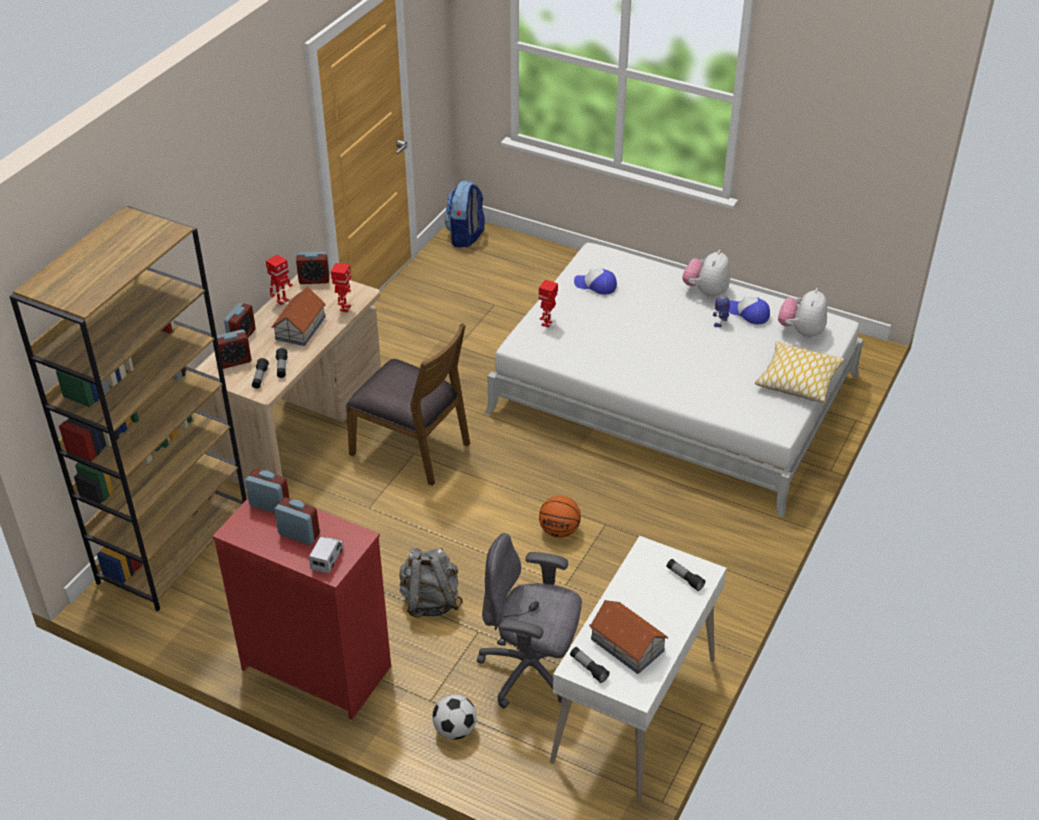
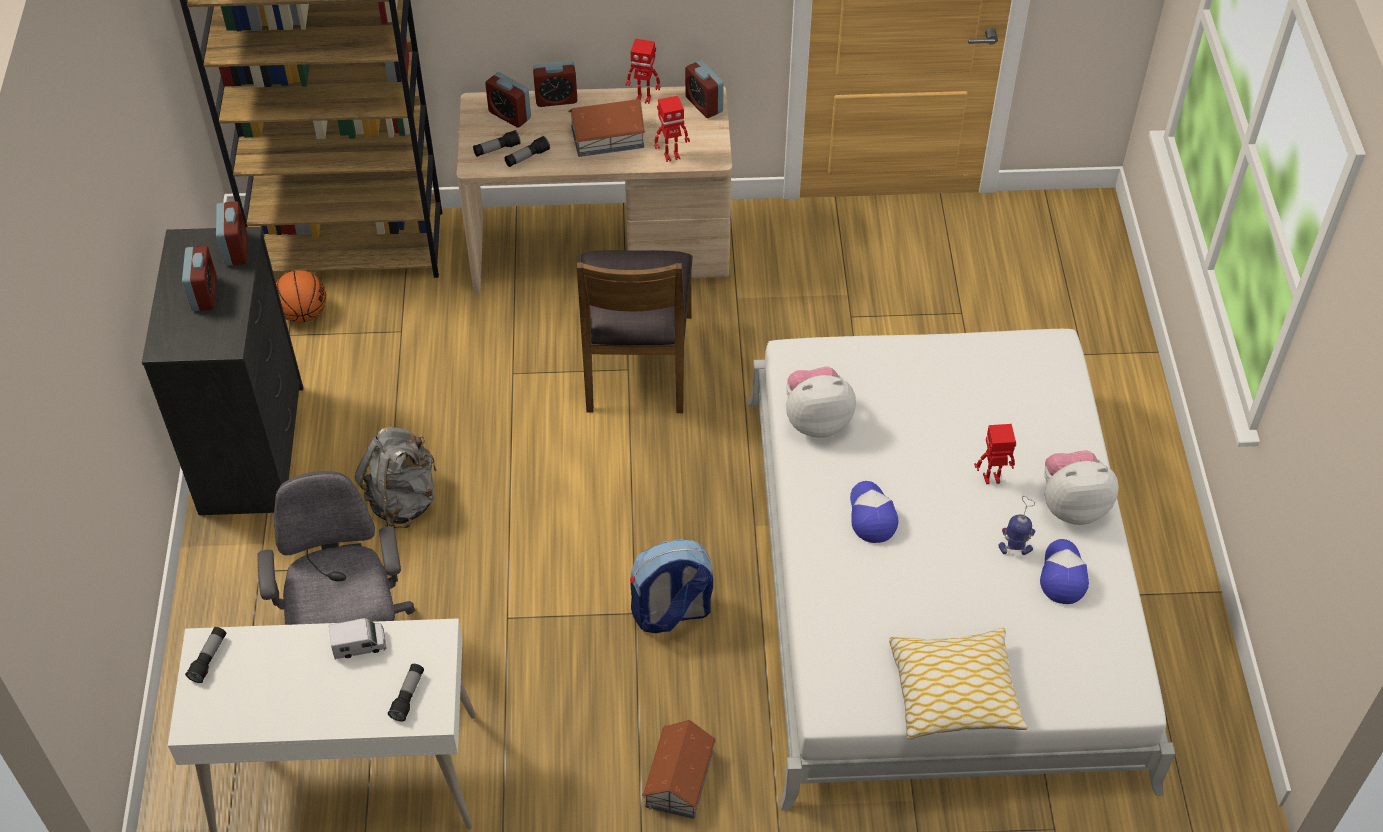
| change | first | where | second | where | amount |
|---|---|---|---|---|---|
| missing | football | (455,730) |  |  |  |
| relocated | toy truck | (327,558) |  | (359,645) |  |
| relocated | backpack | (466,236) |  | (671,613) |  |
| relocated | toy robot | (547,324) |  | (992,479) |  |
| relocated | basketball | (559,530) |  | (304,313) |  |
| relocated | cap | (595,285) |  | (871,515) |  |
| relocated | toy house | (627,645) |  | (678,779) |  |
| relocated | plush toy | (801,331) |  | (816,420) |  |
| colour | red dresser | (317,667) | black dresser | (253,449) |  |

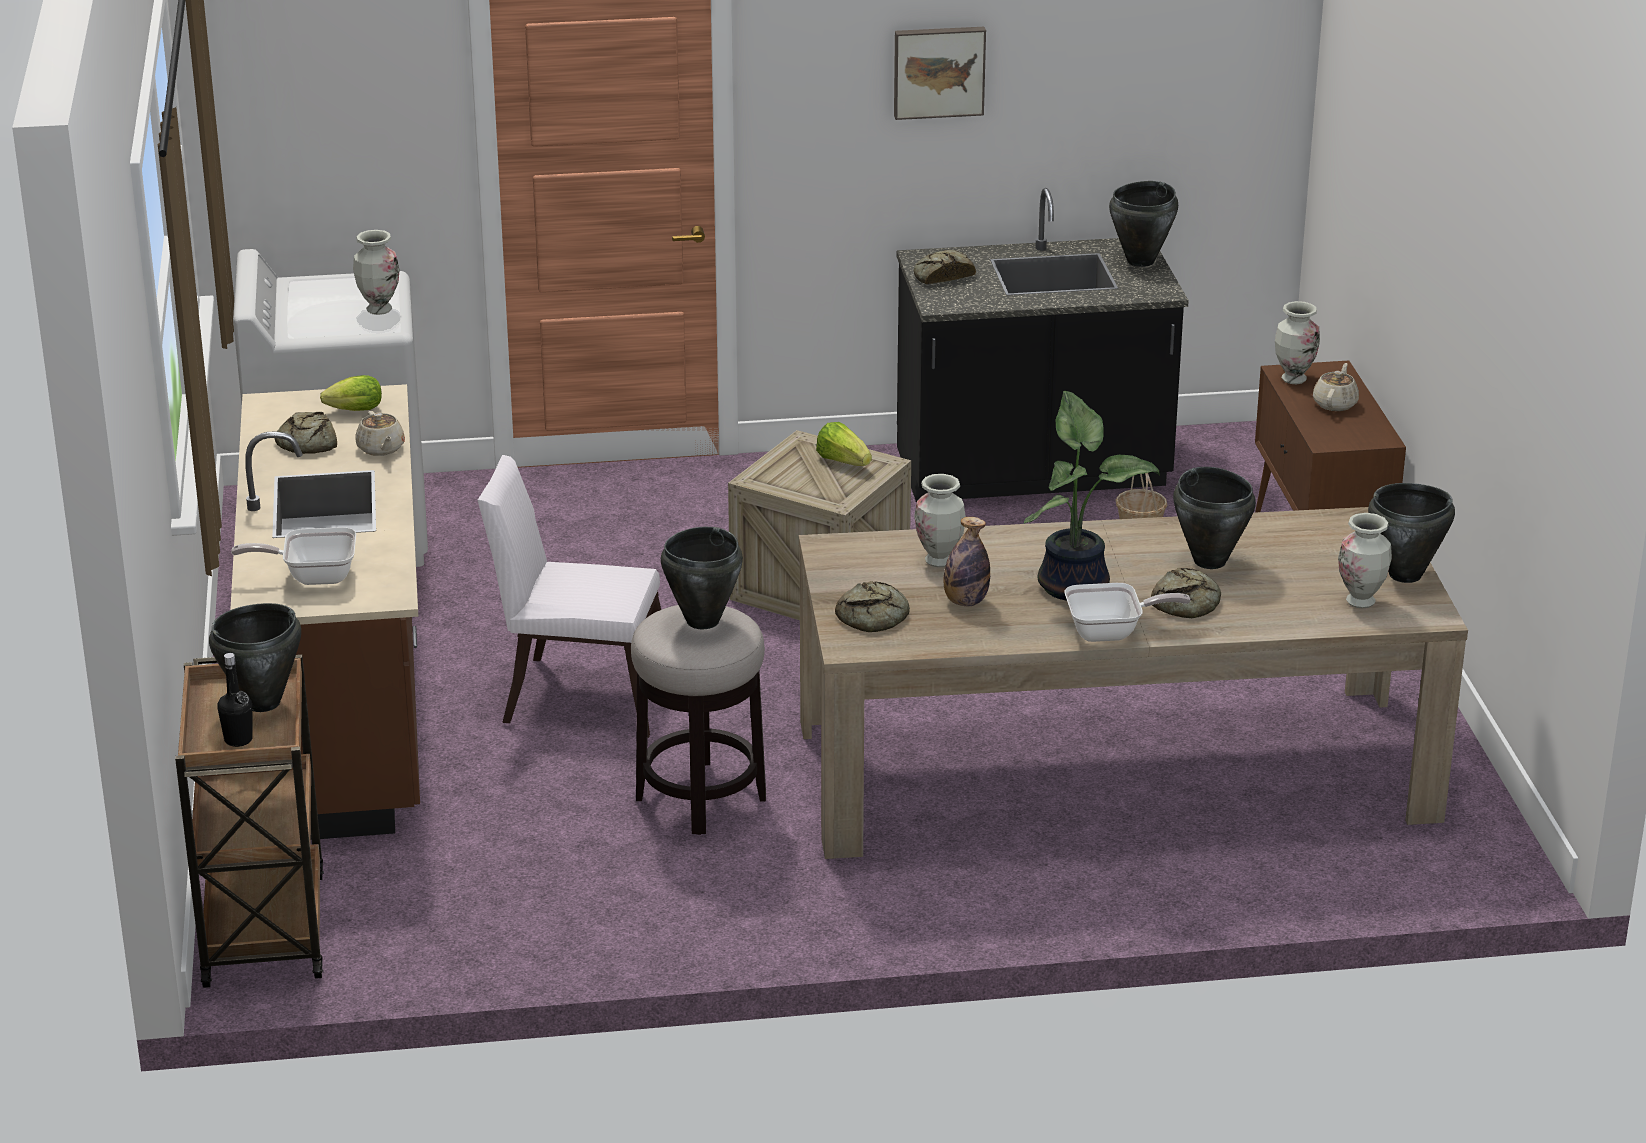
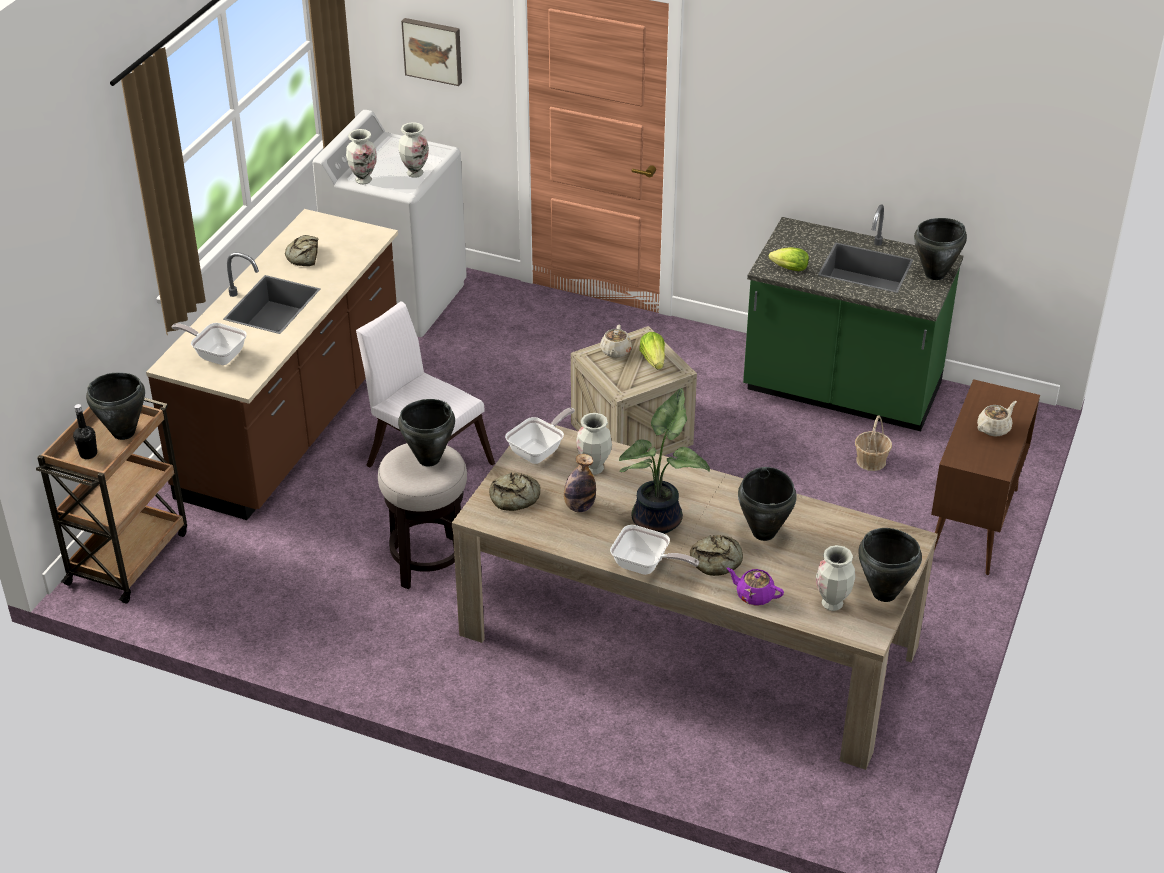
| change | first | where | second | where | amount |
|---|---|---|---|---|---|
| missing | bread | (941,275) |  |  |  |
| appeared |  |  | frying pan | (539,451) |  |
| appeared |  |  | purple teapot | (754,595) |  |
| relocated | lettuce | (352,411) |  | (787,268) |  |
| relocated | beige teapot | (381,449) |  | (615,351) |  |
| relocated | picture | (938,71) |  | (433,50) |  |
| relocated | vase | (1293,379) |  | (363,180) |  |
| colour | black counter | (1032,472) | green counter | (841,391) |  |

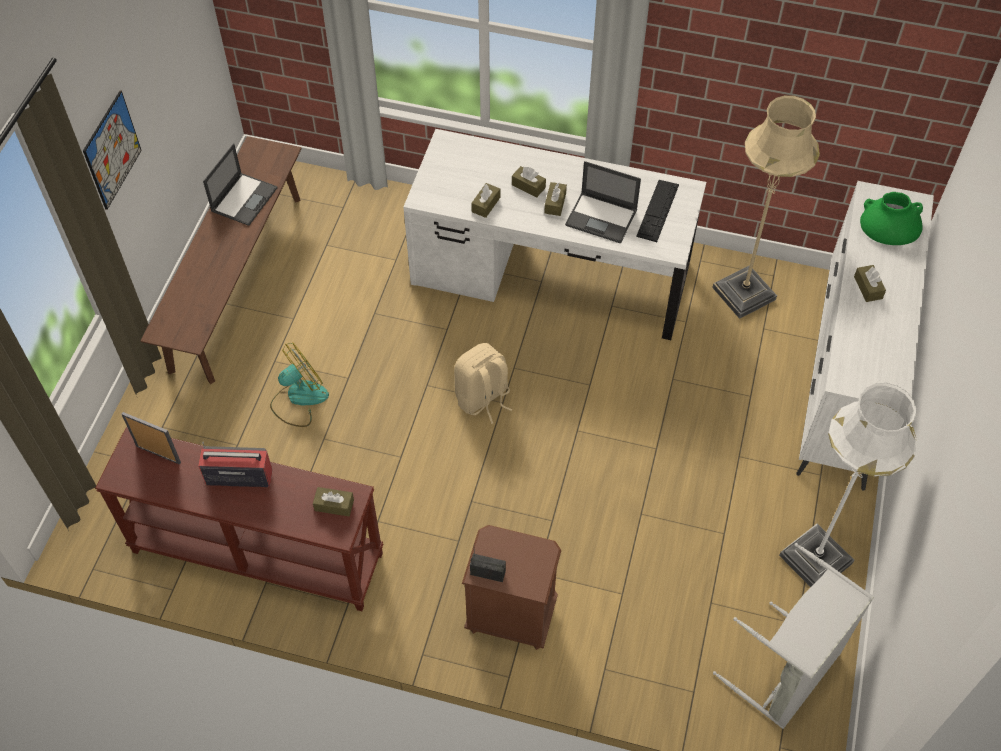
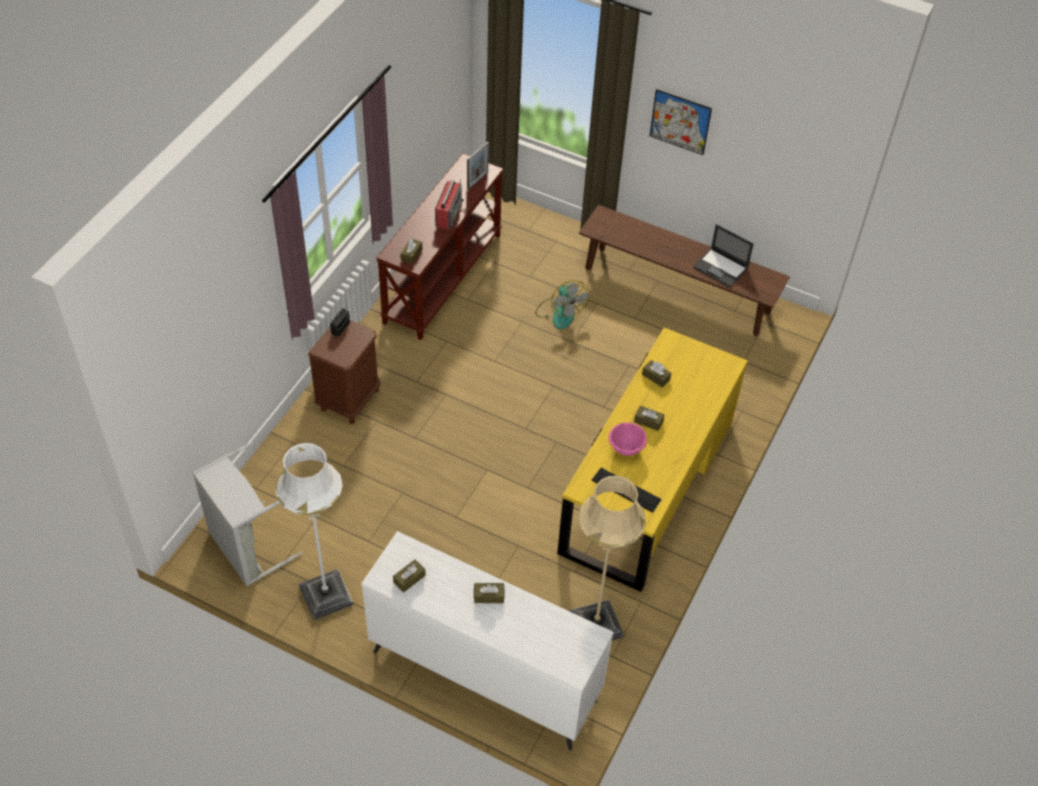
| change | first | where | second | where | amount |
|---|---|---|---|---|---|
| missing | beige backpack | (483,399) |  |  |  |
| missing | green vase | (890,224) |  |  |  |
| relocated | brown tissue box | (528,186) |  | (409,579) |  |
| exchanged | laptop | (602,218) | pink bowl | (626,449) |  |
| colour | white desk | (551,273) | yellow desk | (647,486) |  |

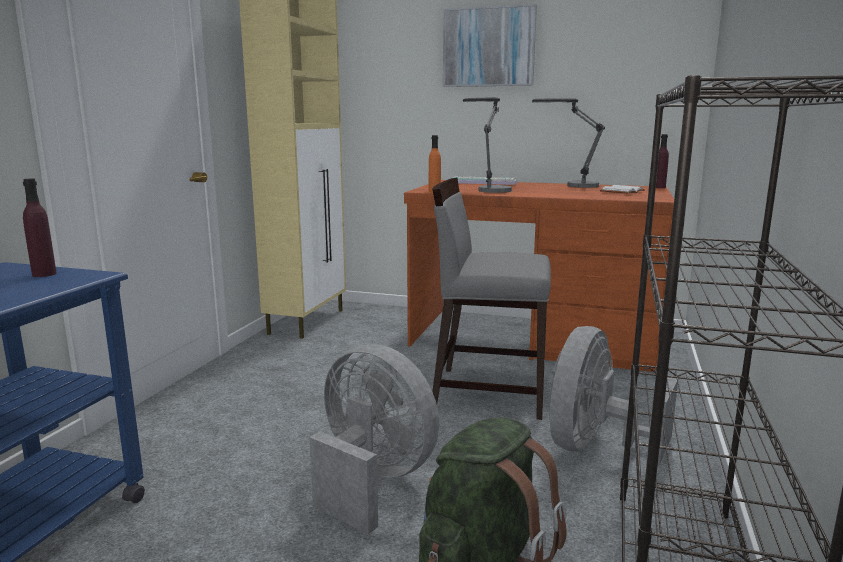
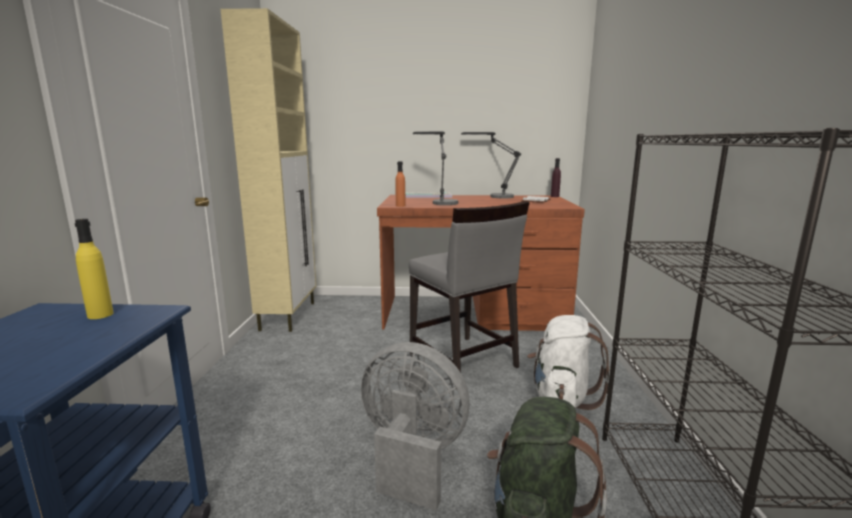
| change | first | where | second | where | amount |
|---|---|---|---|---|---|
| missing | picture | (488,47) |  |  |  |
| exchanged | grey fan | (594,446) | white backpack | (562,397) |  |
| colour | purple bottle | (44,274) | yellow bottle | (100,315) |  |
| spun | grey chair | (488,391) |  | (463,361) | 120 degrees counterclockwise |

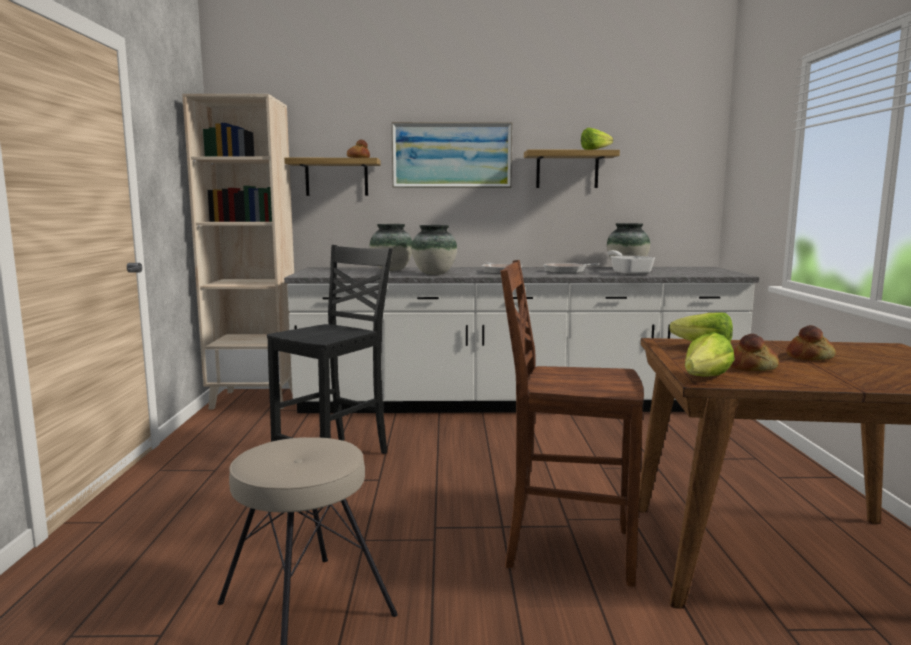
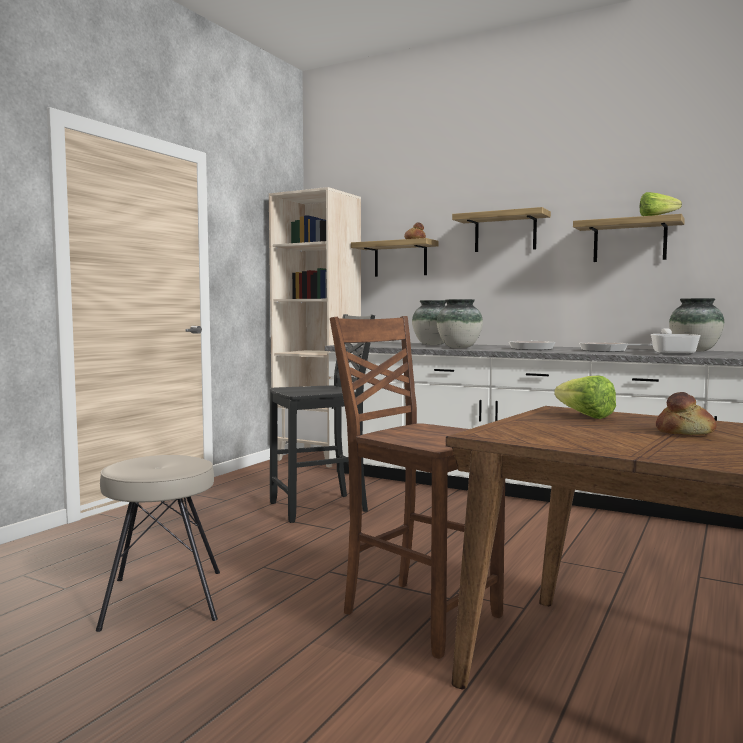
| change | first | where | second | where | amount |
|---|---|---|---|---|---|
| missing | lettuce | (700,380) |  |  |  |
| missing | bread | (752,368) |  |  |  |
| exchanged | picture | (451,155) | shelf | (505,232) |  |

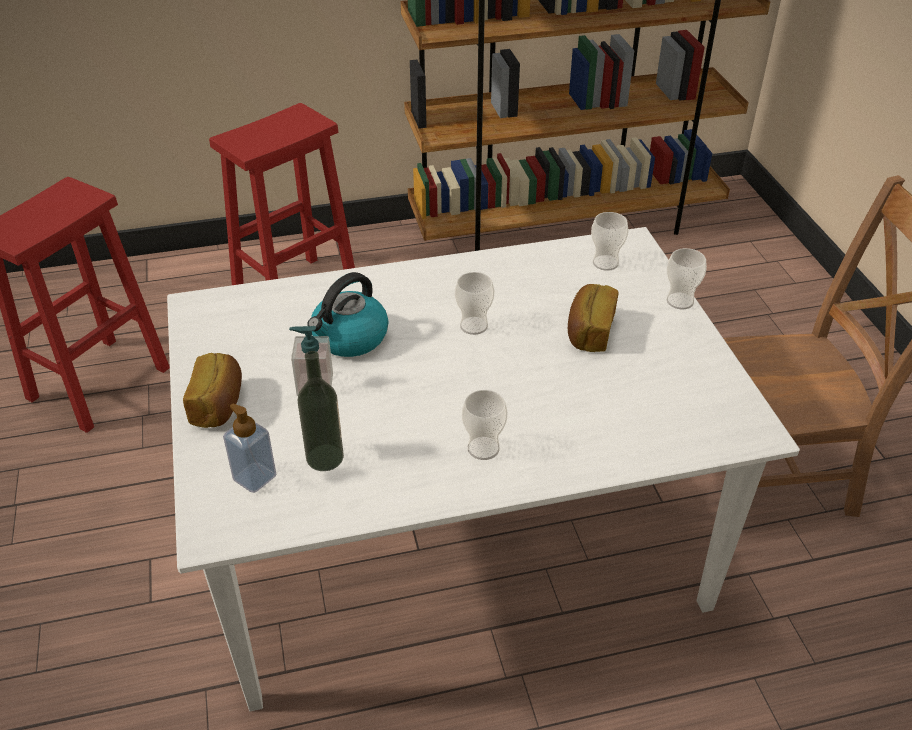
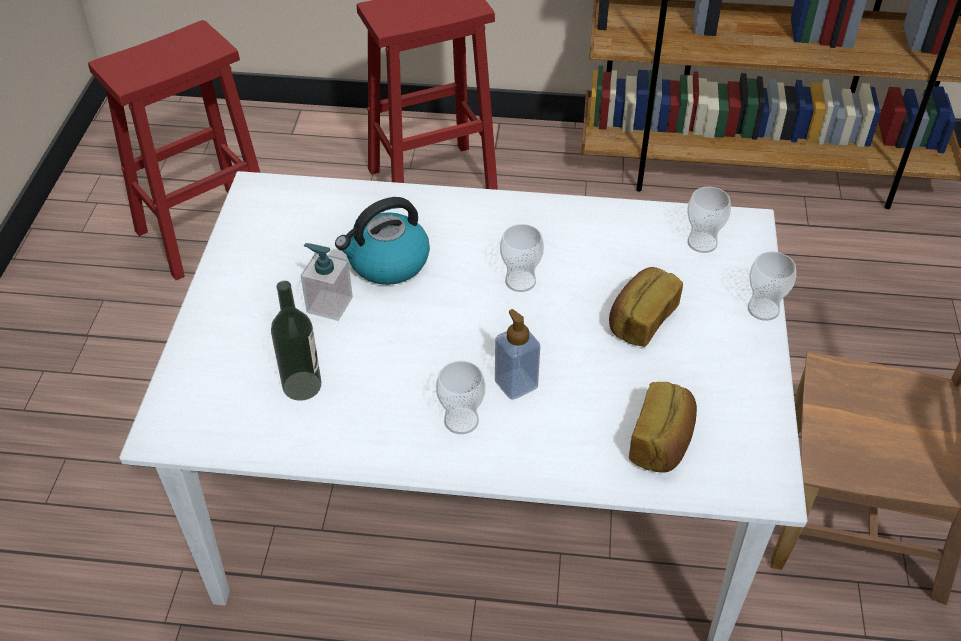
| change | first | where | second | where | amount |
|---|---|---|---|---|---|
| relocated | bread | (219,404) |  | (662,442) |  |
| relocated | soap dispenser | (254,477) |  | (516,384) |  |

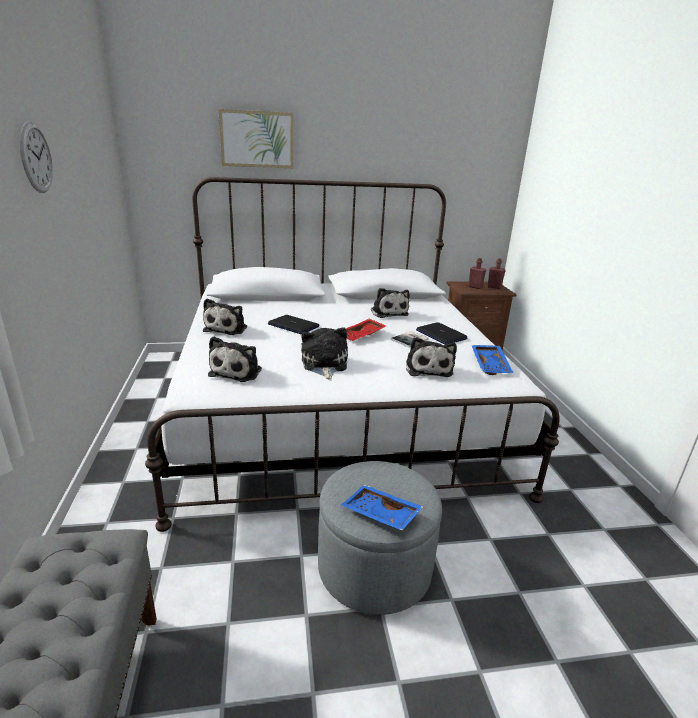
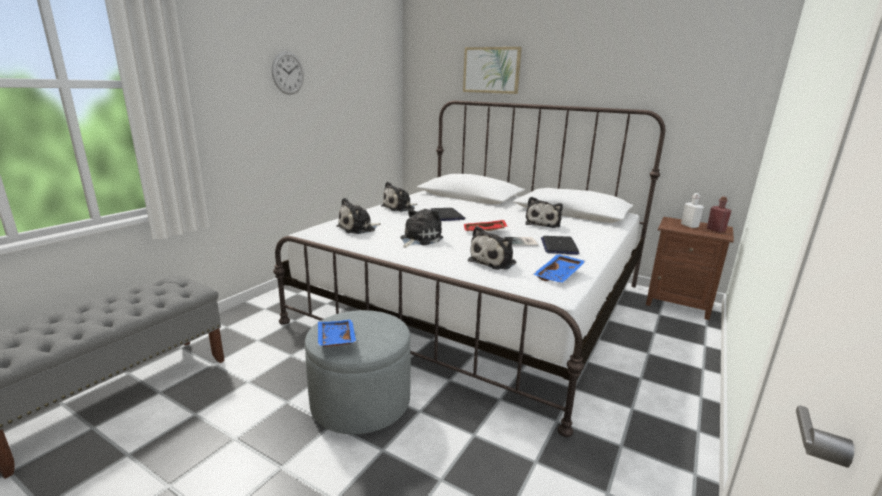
| change | first | where | second | where | amount |
|---|---|---|---|---|---|
| colour | red bottle | (475,287) | white bottle | (689,226) |  |

